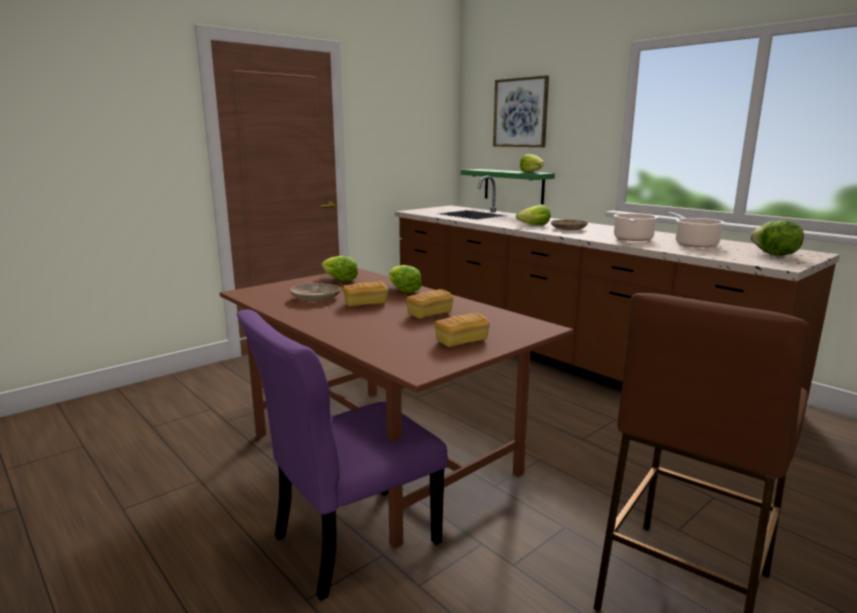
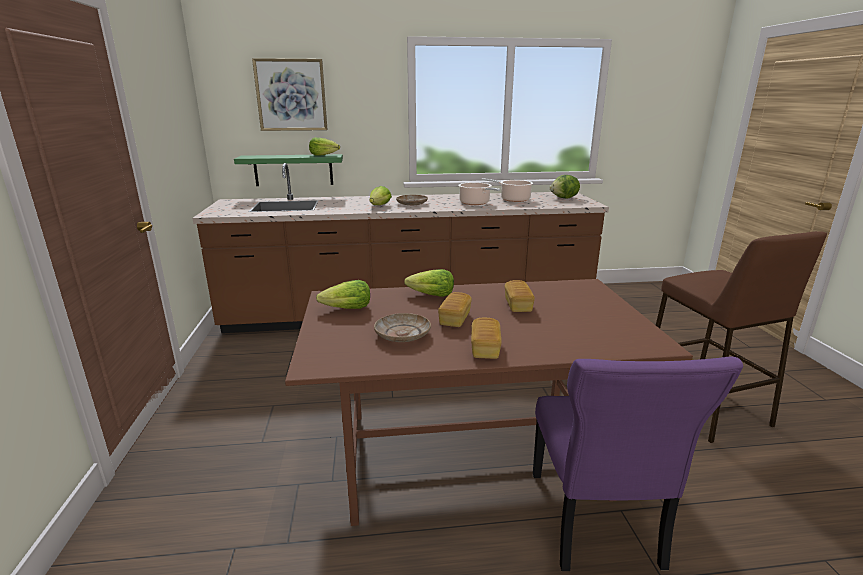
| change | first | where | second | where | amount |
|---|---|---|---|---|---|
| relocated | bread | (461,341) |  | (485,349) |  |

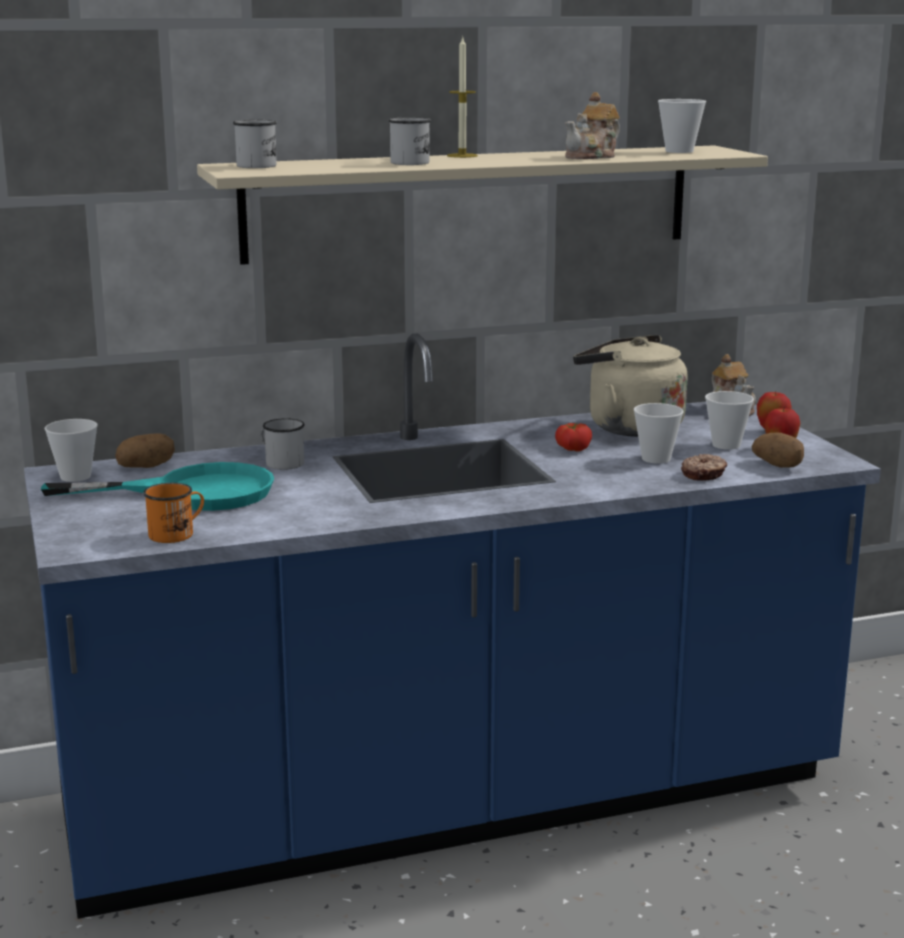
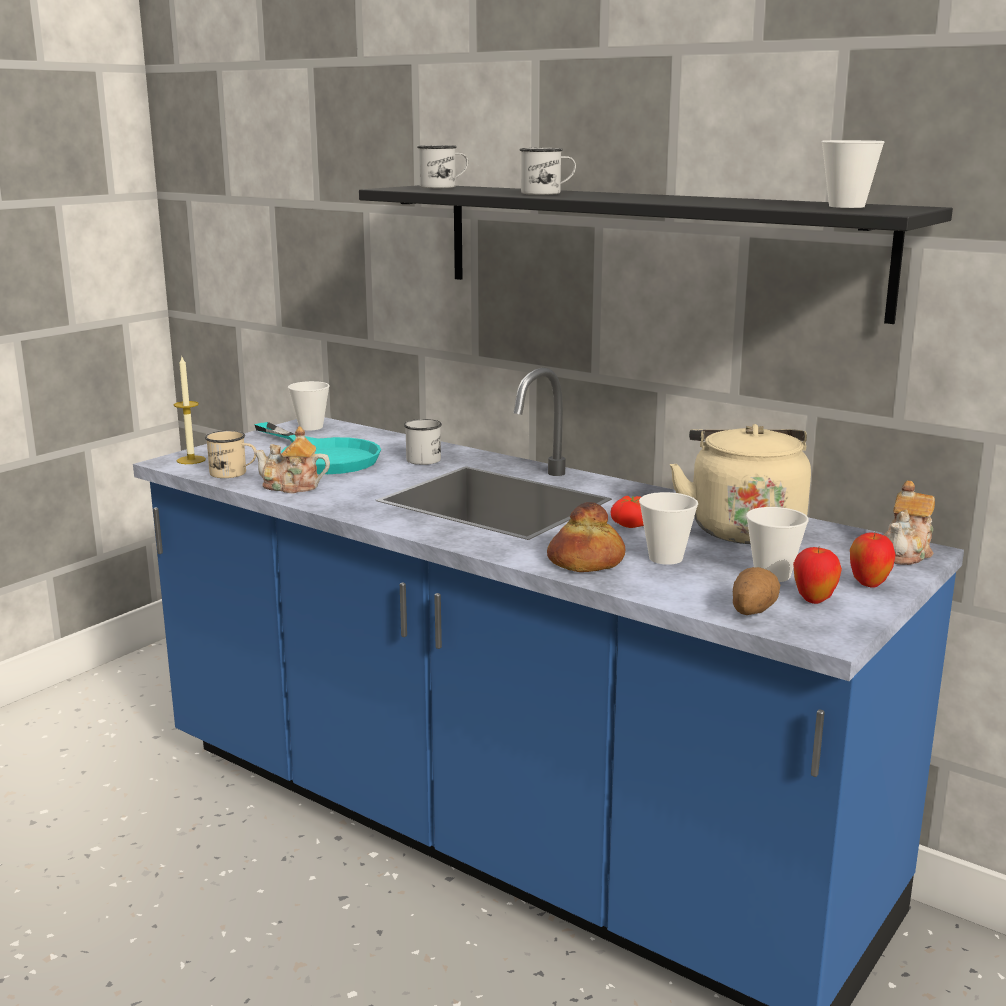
| change | first | where | second | where | amount |
|---|---|---|---|---|---|
| missing | potato | (146,467) |  |  |  |
| missing | donut | (704,475) |  |  |  |
| appeared |  |  | bread | (586,562) |  |
| relocated | candle | (462,156) |  | (191,460) |  |
| relocated | teapot | (592,157) |  | (292,487) |  |
| colour | orange mug | (177,533) | beige mug | (233,473) |  |
| colour | beige shelf | (470,202) | black shelf | (651,247) |  |

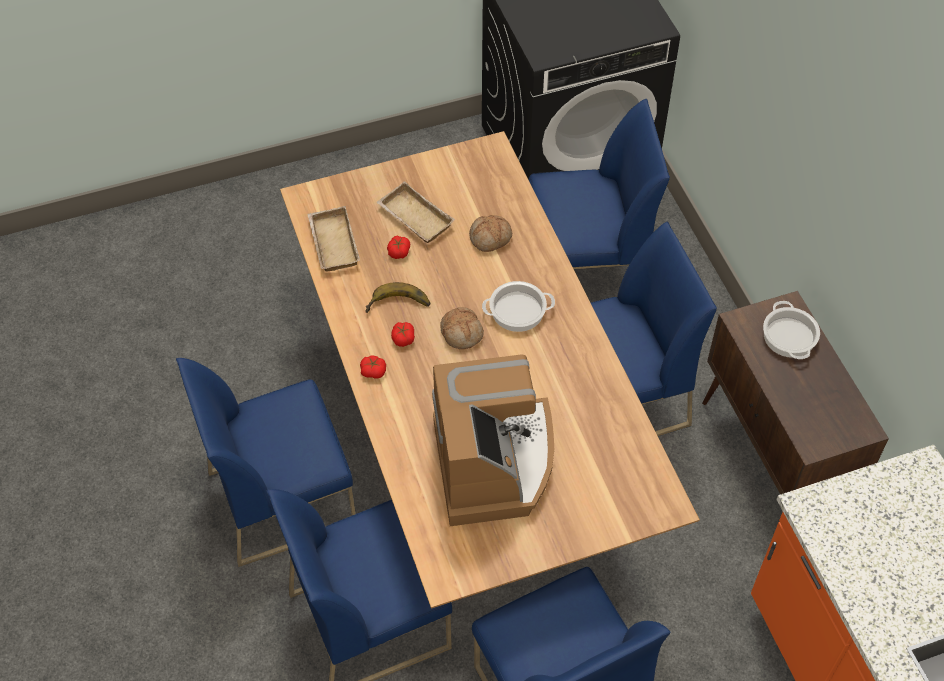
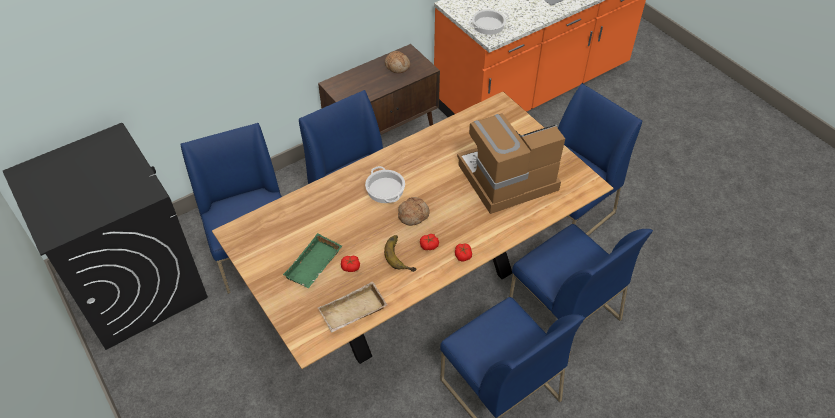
| change | first | where | second | where | amount |
|---|---|---|---|---|---|
| relocated | bread | (490,238) |  | (397,66) |  |
| relocated | cooking pot | (790,337) |  | (488,25) |  |
| colour | beige tray | (413,218) | green tray | (314,266) |  |

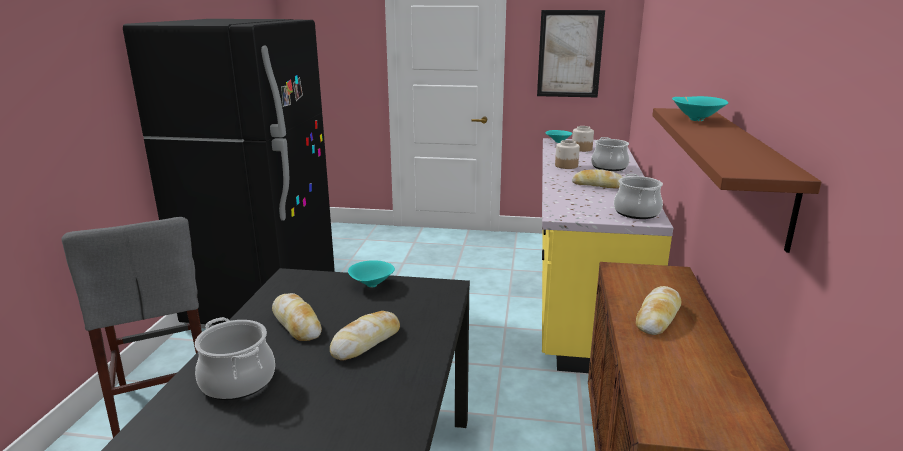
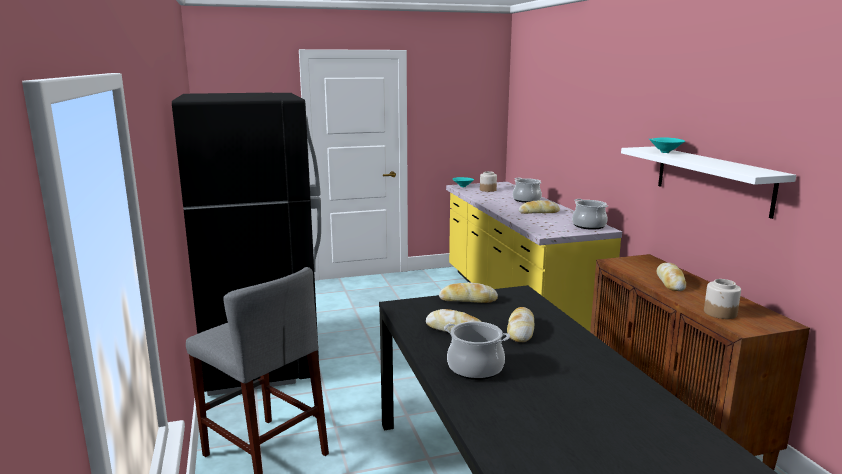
| change | first | where | second | where | amount |
|---|---|---|---|---|---|
| missing | picture | (569,54) |  |  |  |
| relocated | jar | (566,166) |  | (720,313) |  |
| exchanged | turquoise bowl | (371,285) | bread | (468,299) |  |
| colour | brown shelf | (747,170) | white shelf | (712,179) |  |

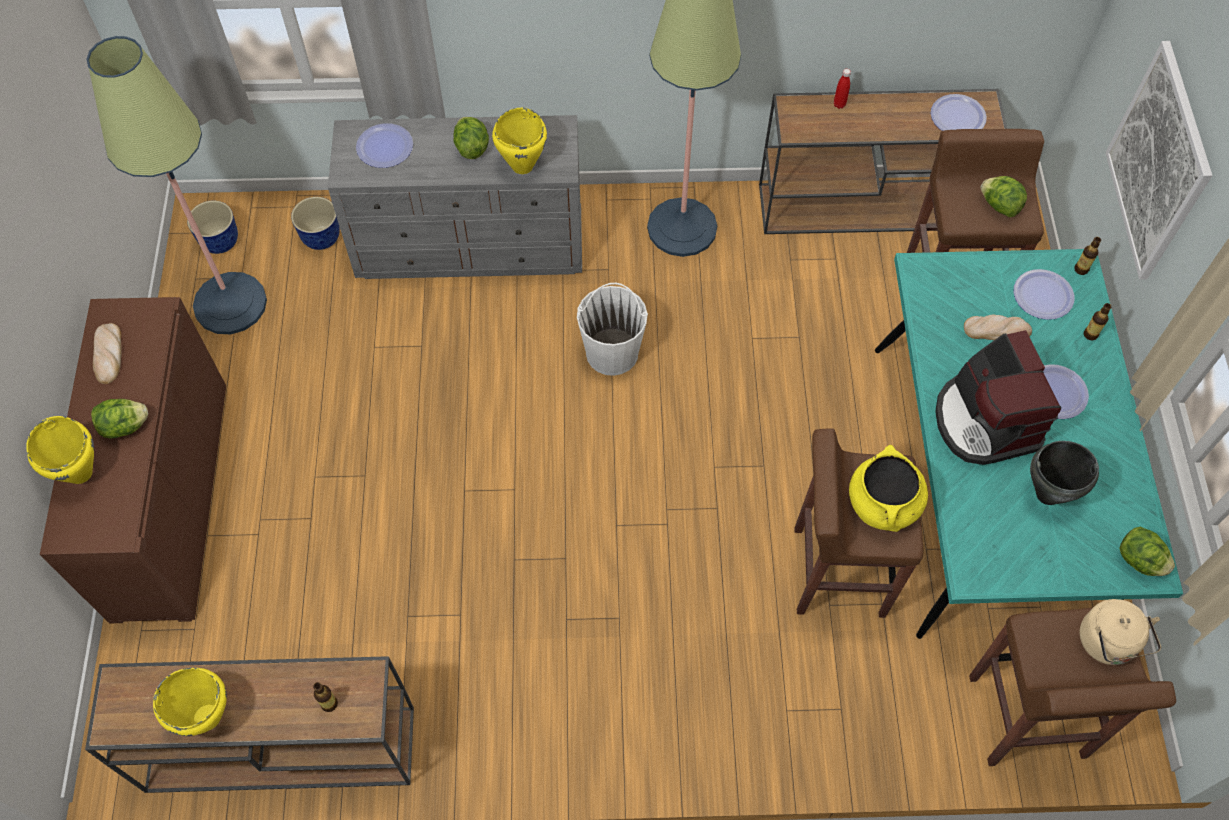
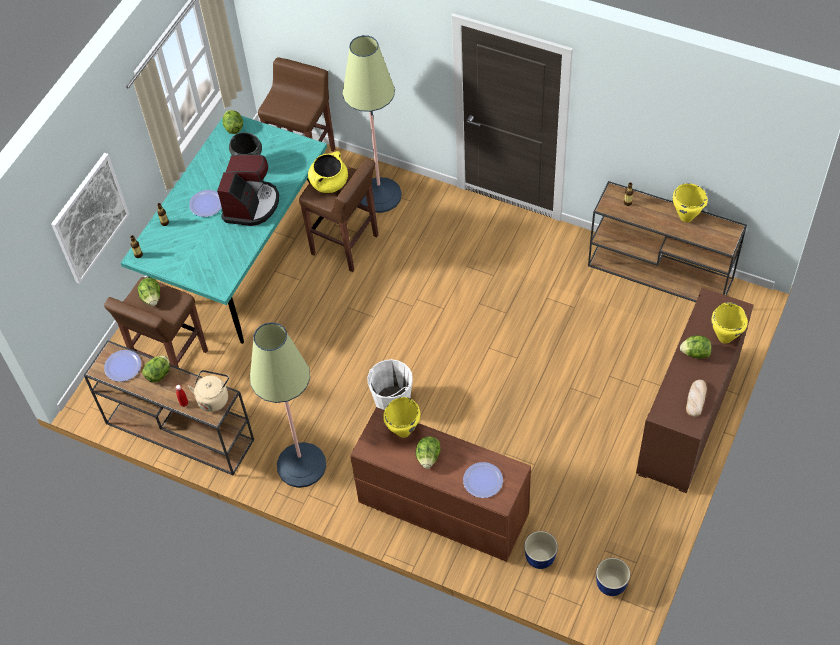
| change | first | where | second | where | amount |
|---|---|---|---|---|---|
| missing | bread | (997,330) |  |  |  |
| missing | plate | (1043,295) |  |  |  |
| appeared |  |  | lettuce | (159,374) |  |
| relocated | floor lamp | (230,304) |  | (379,195) |  |
| relocated | beige kettle | (1108,644) |  | (213,398) |  |
| colour | grey dresser | (472,246) | brown dresser | (442,509) |  |

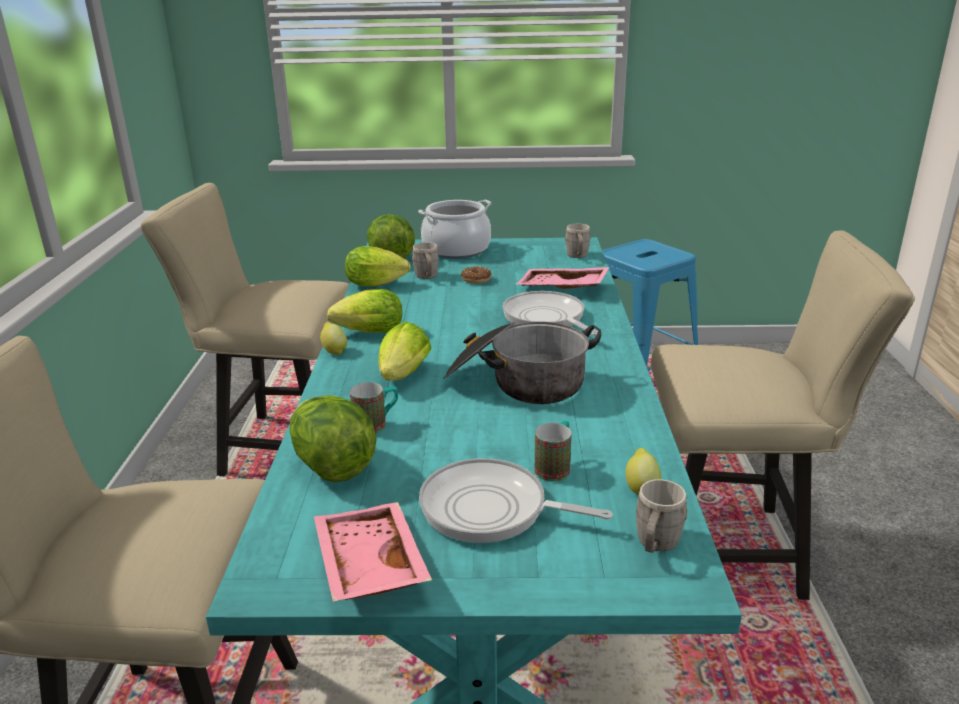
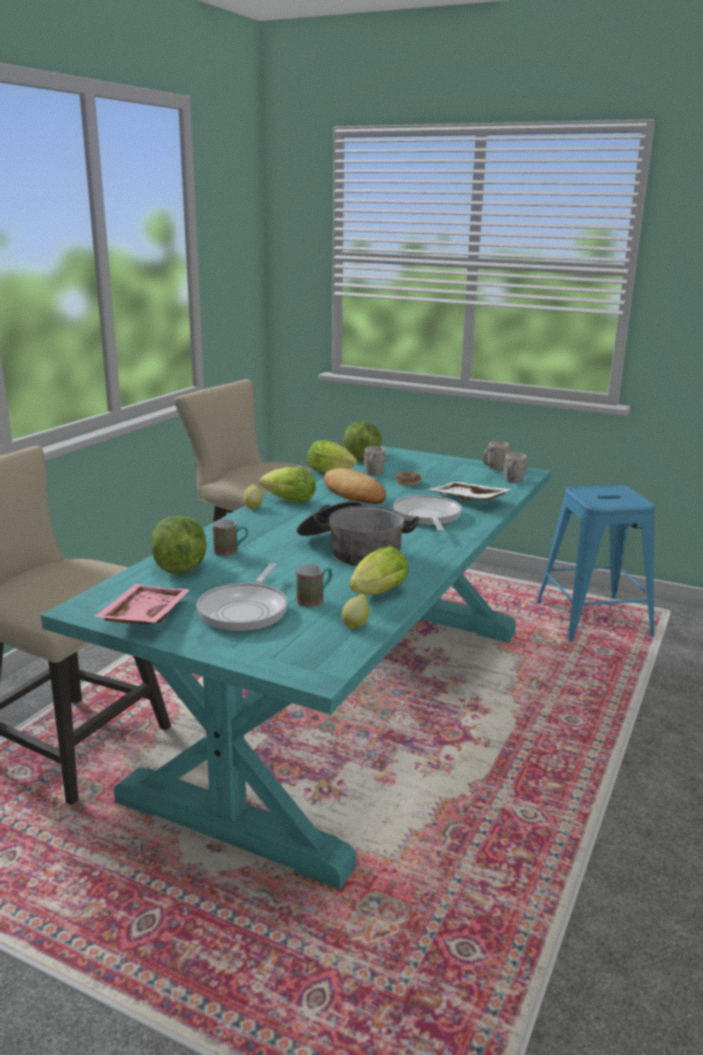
| change | first | where | second | where | amount |
|---|---|---|---|---|---|
| missing | cooking pot | (456,250) |  |  |  |
| missing | beige chair | (734,550) |  |  |  |
| appeared |  |  | bread | (353,493) |  |
| relocated | lettuce | (402,378) |  | (376,595) |  |
| relocated | grey mug | (655,545) |  | (493,468) |  |
| colour | pink tray | (562,288) | white tray | (467,500) |  |
| spun | frying pan | (491,510) |  | (245,610) | 120 degrees counterclockwise |

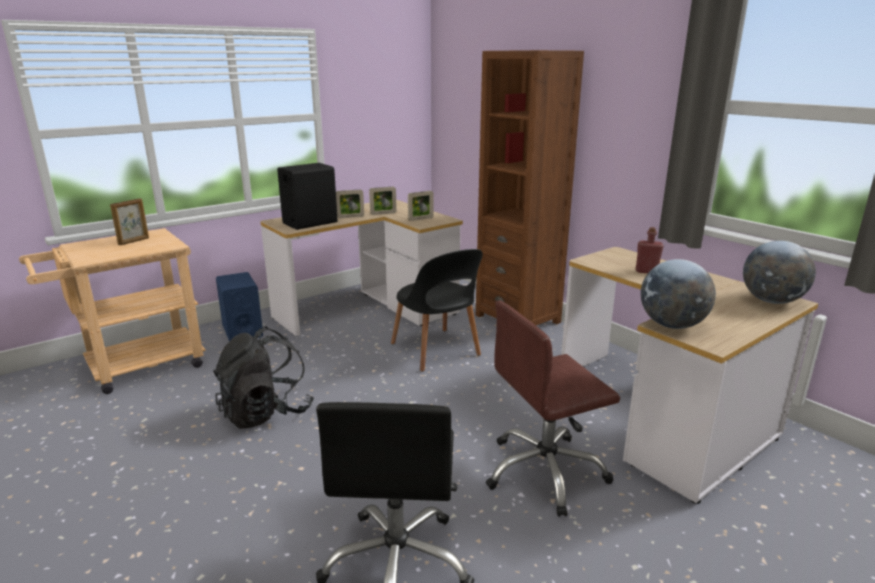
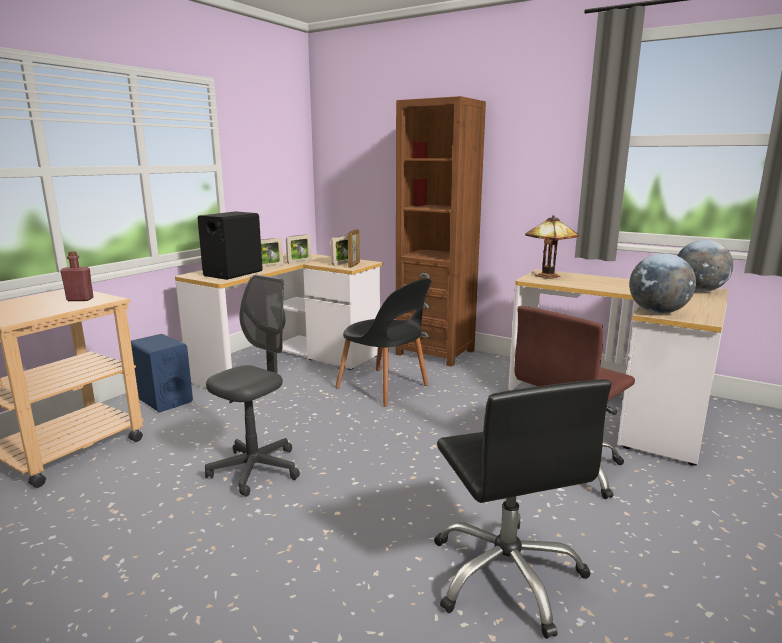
| change | first | where | second | where | amount |
|---|---|---|---|---|---|
| appeared |  |  | table lamp | (547,276) |  |
| relocated | picture frame | (134,241) |  | (354,265) |  |
| relocated | red bottle | (646,271) |  | (80,299) |  |
| exchanged | black backpack | (266,413) | grey office chair | (255,470) |  |

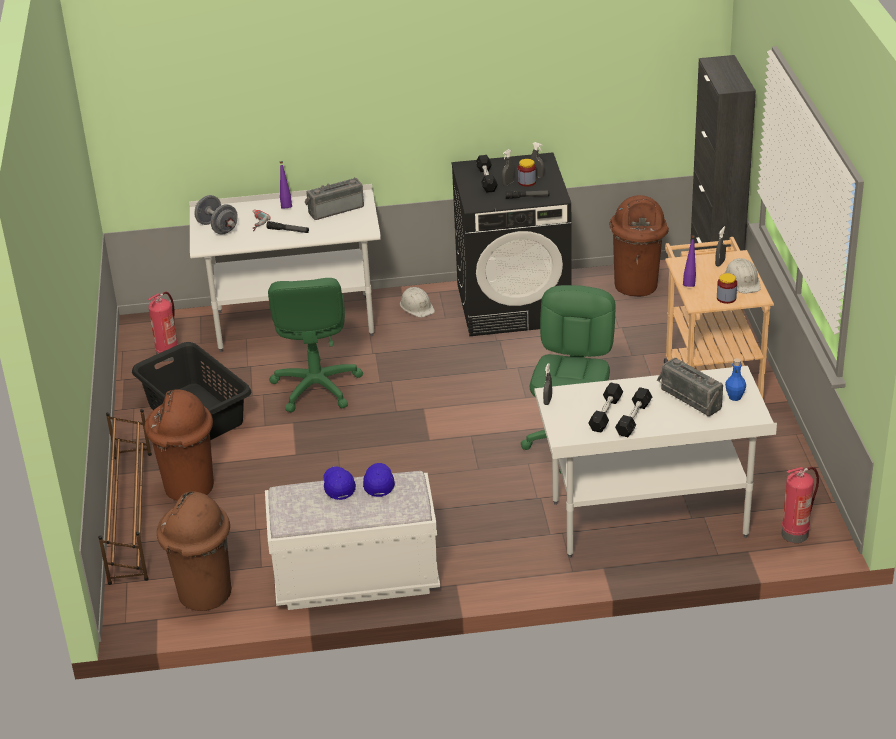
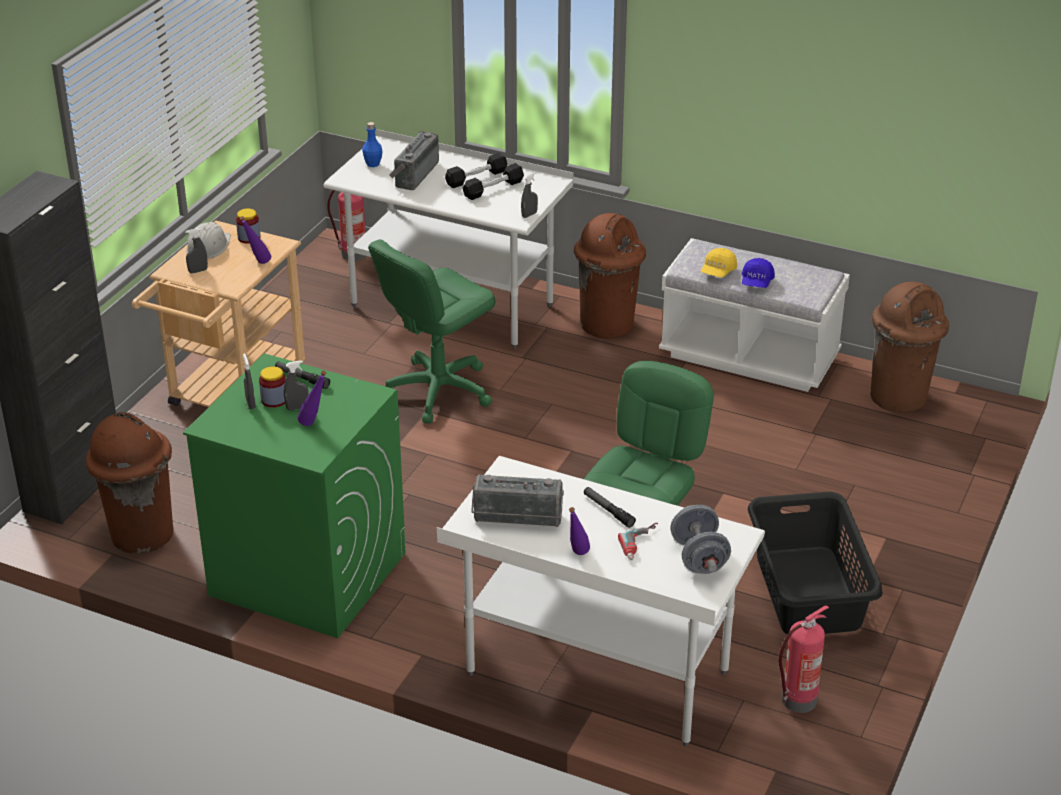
| change | first | where | second | where | amount |
|---|---|---|---|---|---|
| missing | brown shoe rack | (131,515) |  |  |  |
| missing | white hard hat | (417,306) |  |  |  |
| relocated | brown trash can | (189,487) |  | (607,324) |  |
| exchanged | black dumbbell | (486,179) | purple bottle | (314,424) |  |
| colour | blue cap | (378,483) | yellow cap | (718,272) |  |
| colour | black washing machine | (514,304) | green washing machine | (306,574) |  |
| spun | radio | (688,401) |  | (414,174) | 150 degrees counterclockwise |

